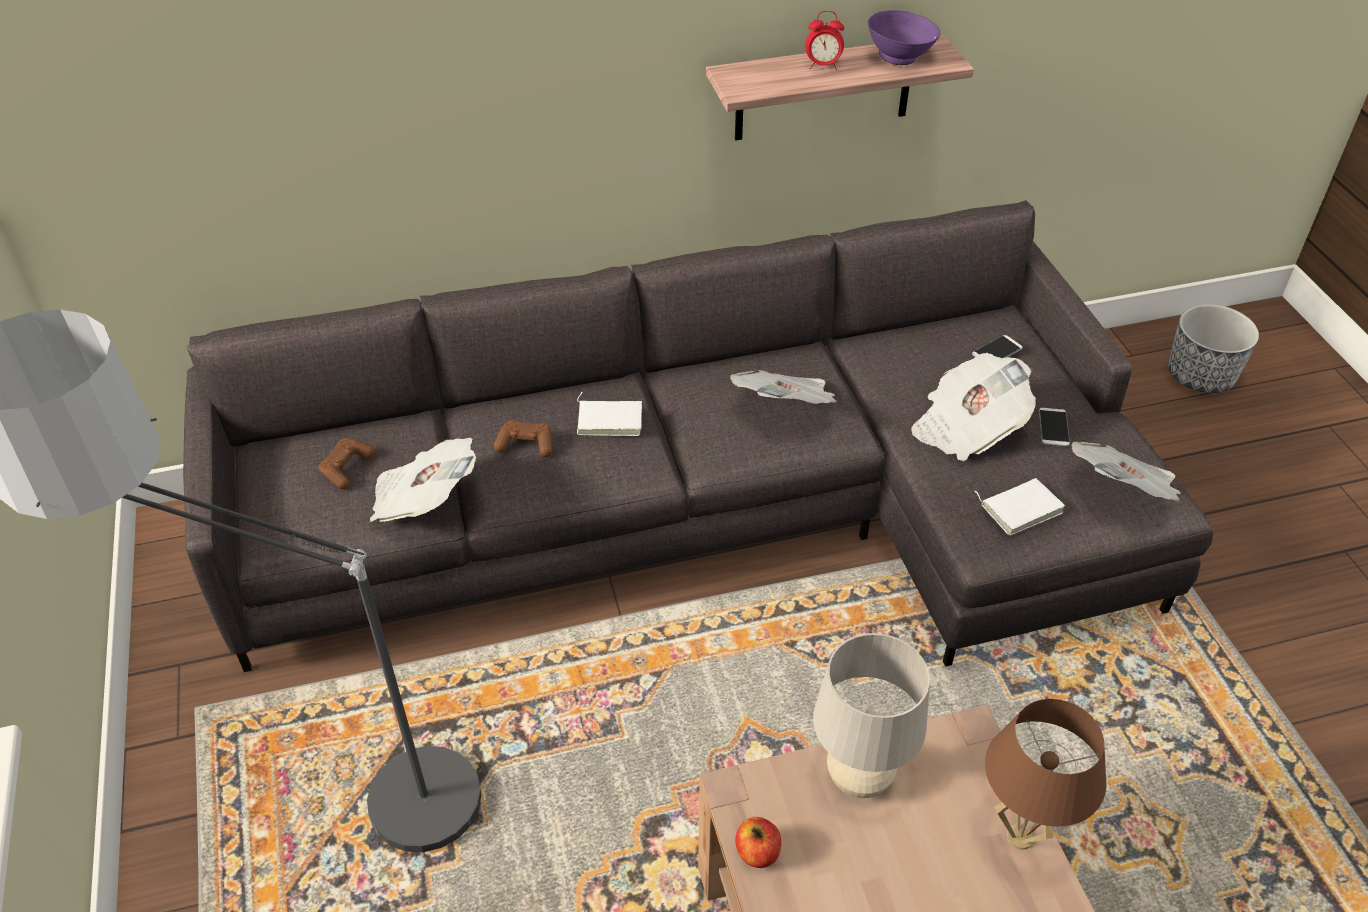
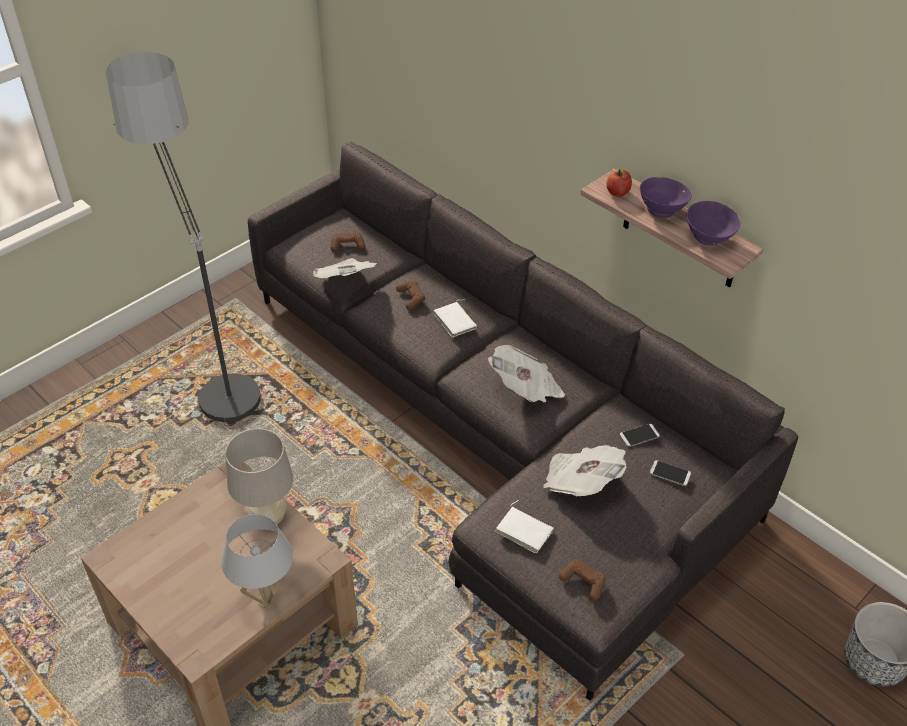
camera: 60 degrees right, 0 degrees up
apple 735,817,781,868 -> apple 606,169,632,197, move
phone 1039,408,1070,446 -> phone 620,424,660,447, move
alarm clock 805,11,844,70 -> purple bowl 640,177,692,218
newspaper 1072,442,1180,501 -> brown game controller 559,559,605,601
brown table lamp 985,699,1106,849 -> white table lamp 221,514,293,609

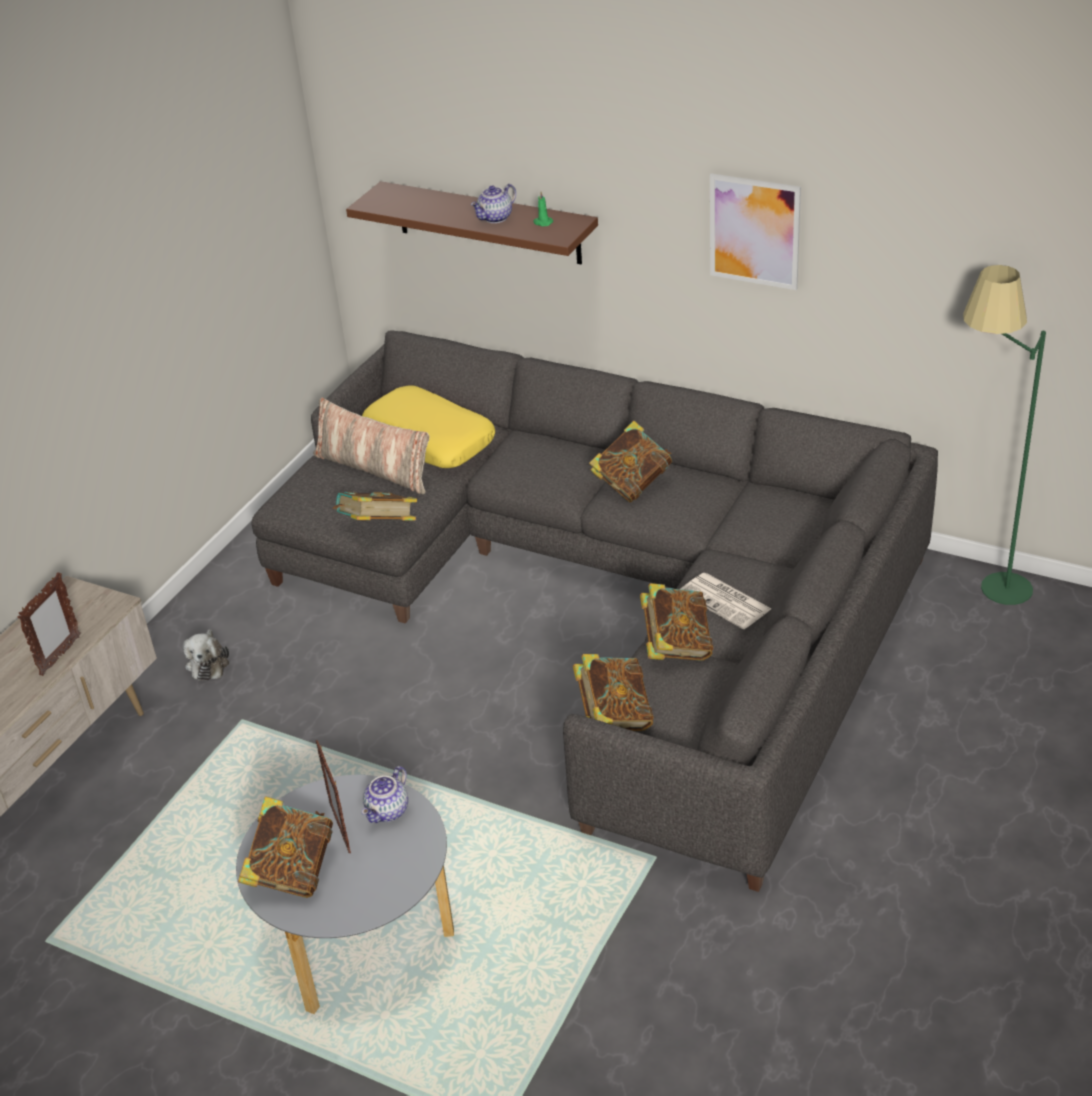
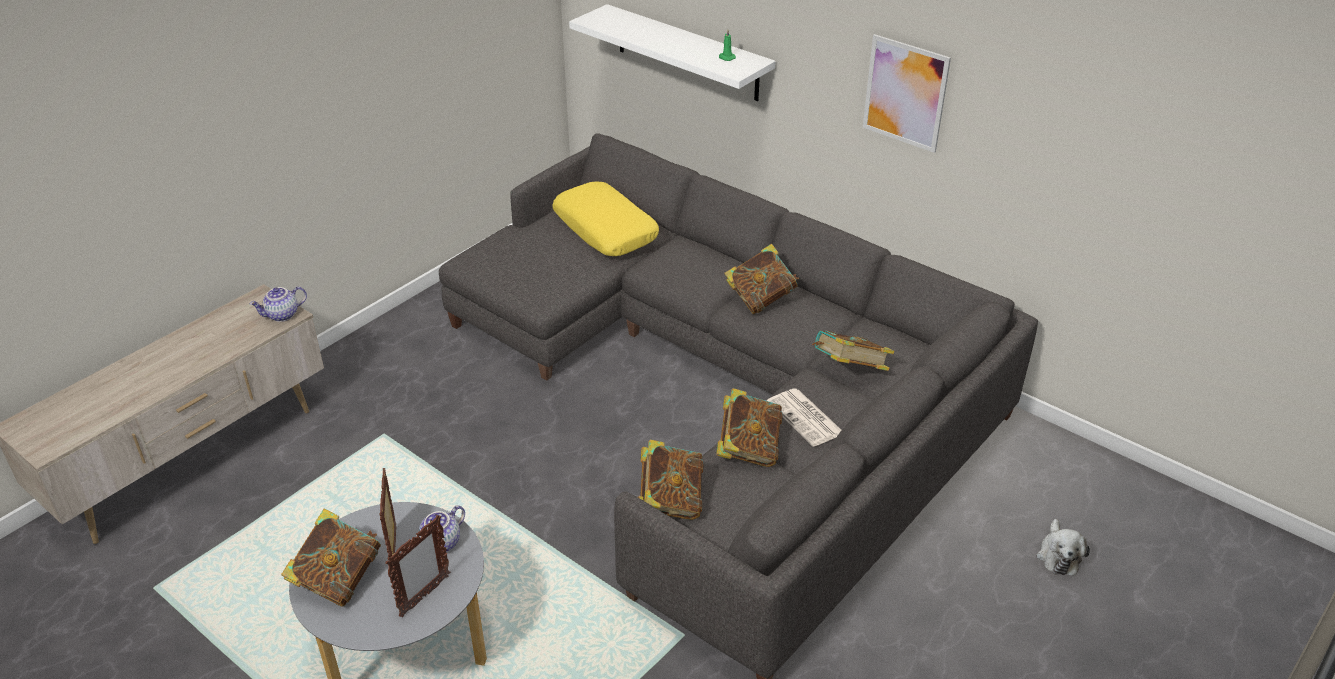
camera: 10 degrees right, 0 degrees up
pillow 313,398,429,494 -> none
green floor lamp 963,265,1046,605 -> none
picture frame 17,572,81,676 -> picture frame 385,515,450,617, move
plush toy 183,629,229,681 -> plush toy 1036,519,1090,576, move
book 332,491,417,521 -> book 812,331,894,371, move
teapot 471,184,516,223 -> teapot 250,287,307,322, move
brown shelf 346,181,598,264 -> white shelf 569,4,776,101

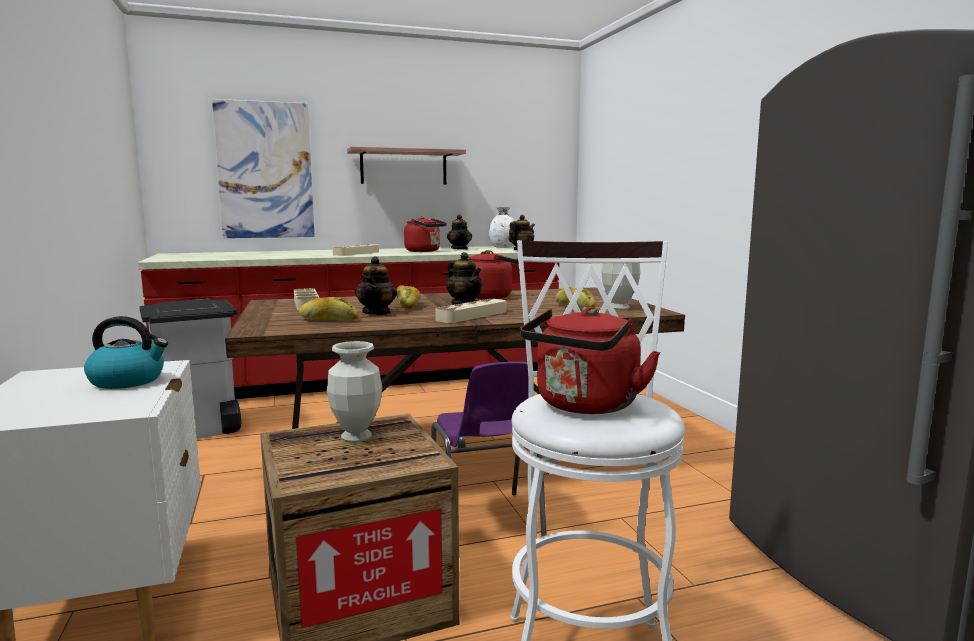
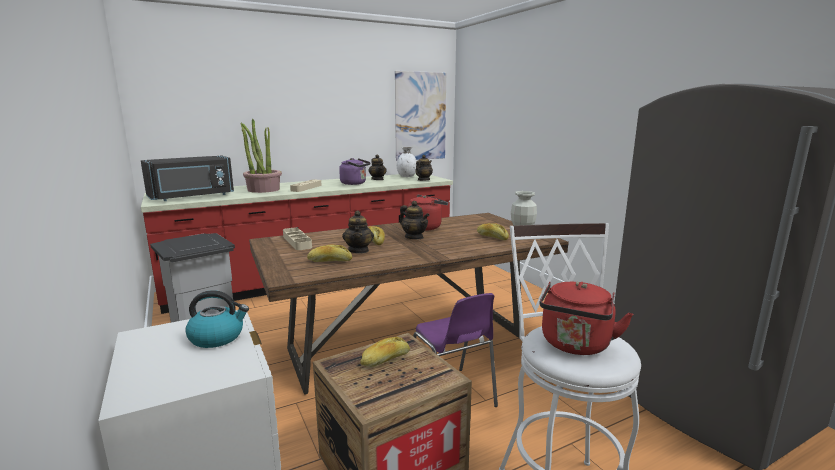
camera: 10 degrees left, 5 degrees up
shelf 347,147,466,185 -> none
beige tray 435,299,506,323 -> none
none -> black microwave 141,156,234,201
none -> potted plant 241,119,282,193
picture 212,99,315,238 -> picture 395,71,446,161, move
vase 327,341,382,443 -> bread 360,337,410,367
red kettle 404,216,447,252 -> purple kettle 339,158,371,185

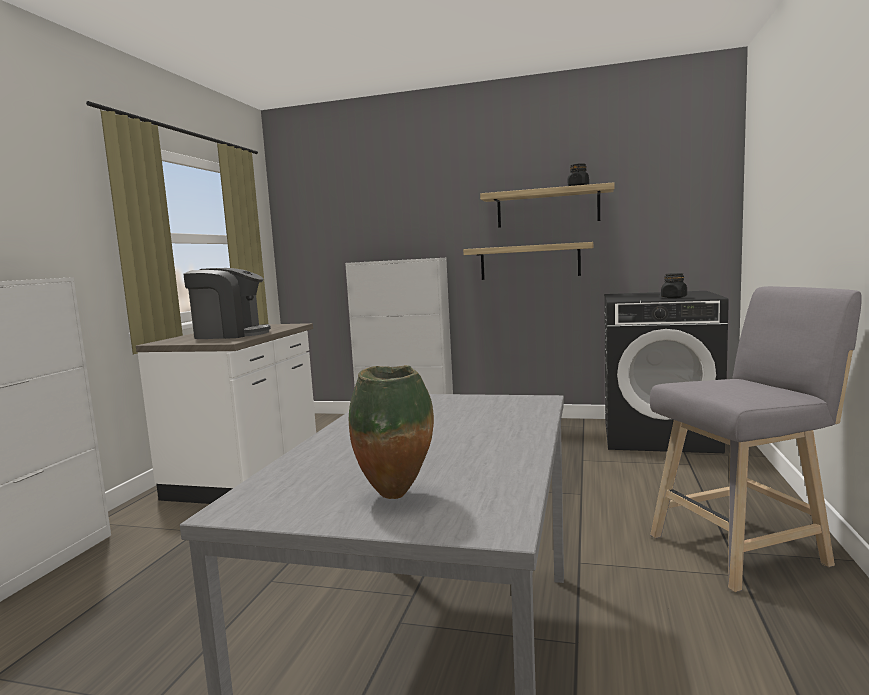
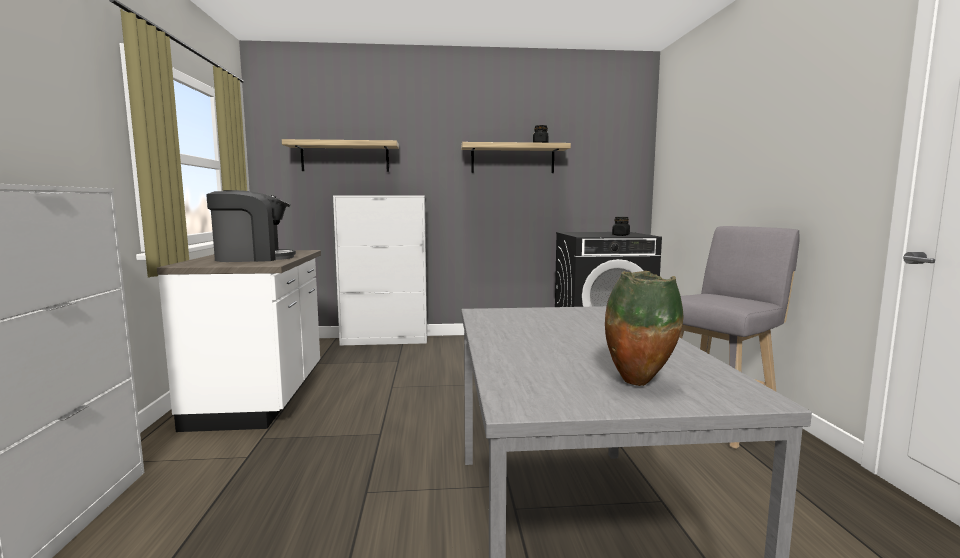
camera: 20 degrees left, 0 degrees up
shelf 463,242,593,280 -> shelf 282,139,399,172, move

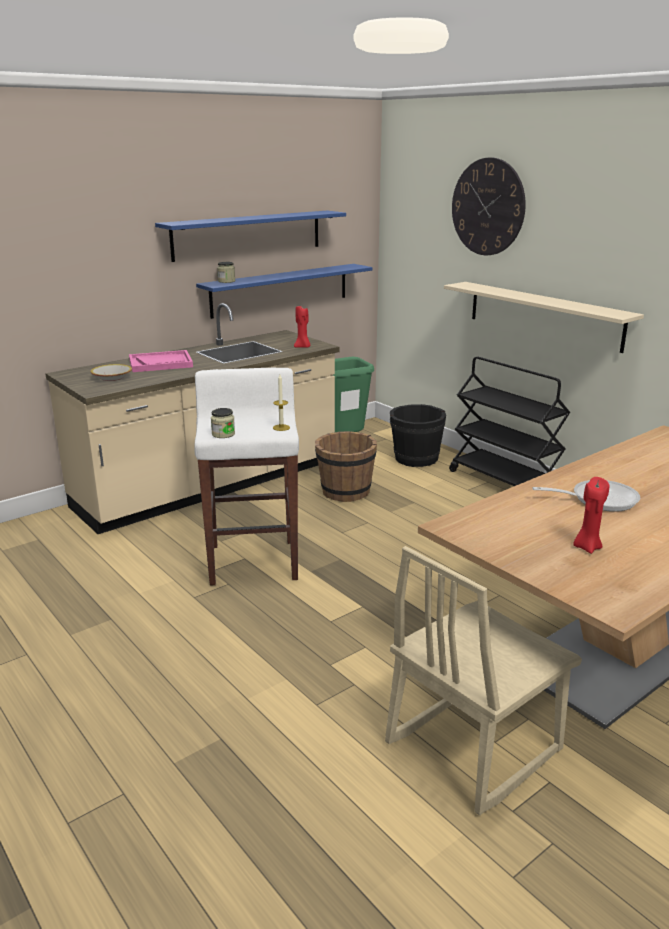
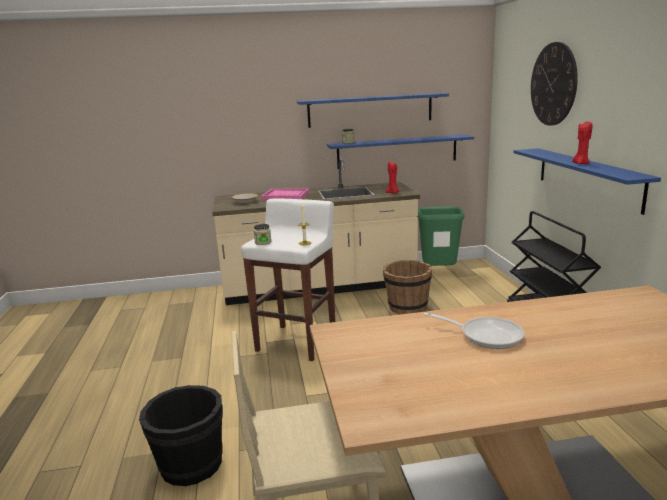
camera: 30 degrees right, 5 degrees down
black bucket 390,404,446,467 -> black bucket 139,385,223,486, move
red candle 573,477,609,554 -> red candle 572,122,593,164, move
beige shelf 444,282,644,353 -> blue shelf 513,148,661,215

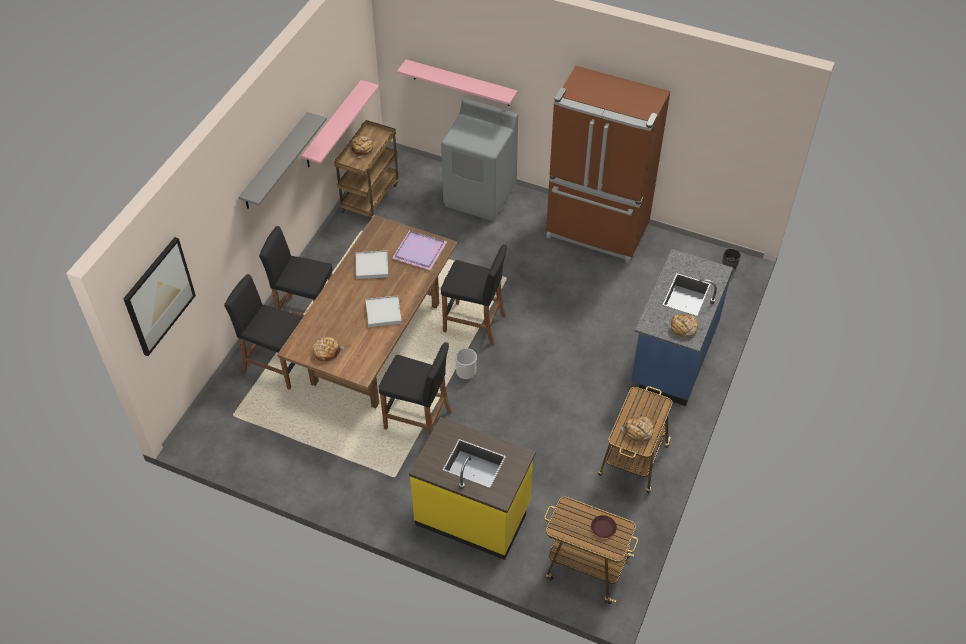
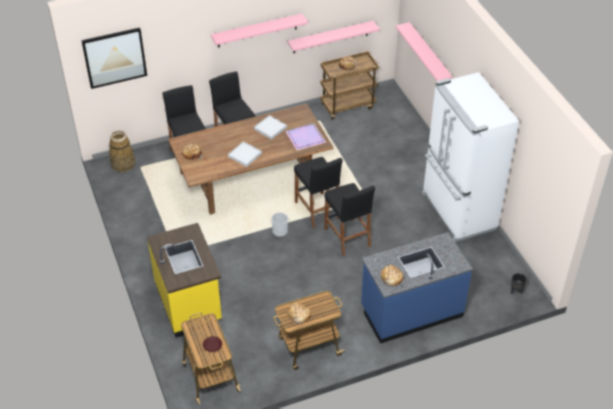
camera: 45 degrees right, 5 degrees down
grey washing machine 441,99,518,221 -> none
none -> basket 110,131,135,172
black stool 379,342,452,435 -> black stool 324,183,375,257, move
grey shelf 239,112,327,209 -> pink shelf 211,14,308,48
brown fridge 546,66,670,263 -> white fridge 422,72,519,242

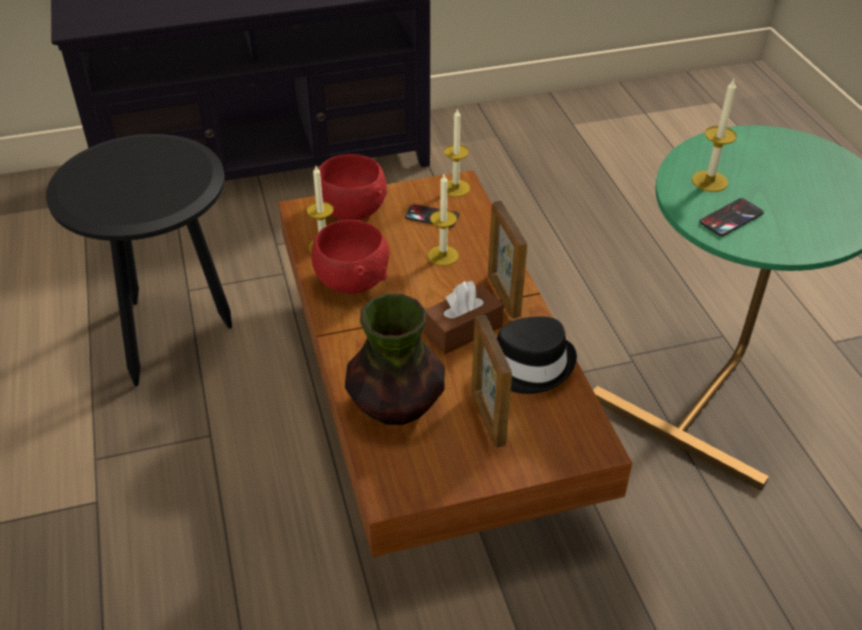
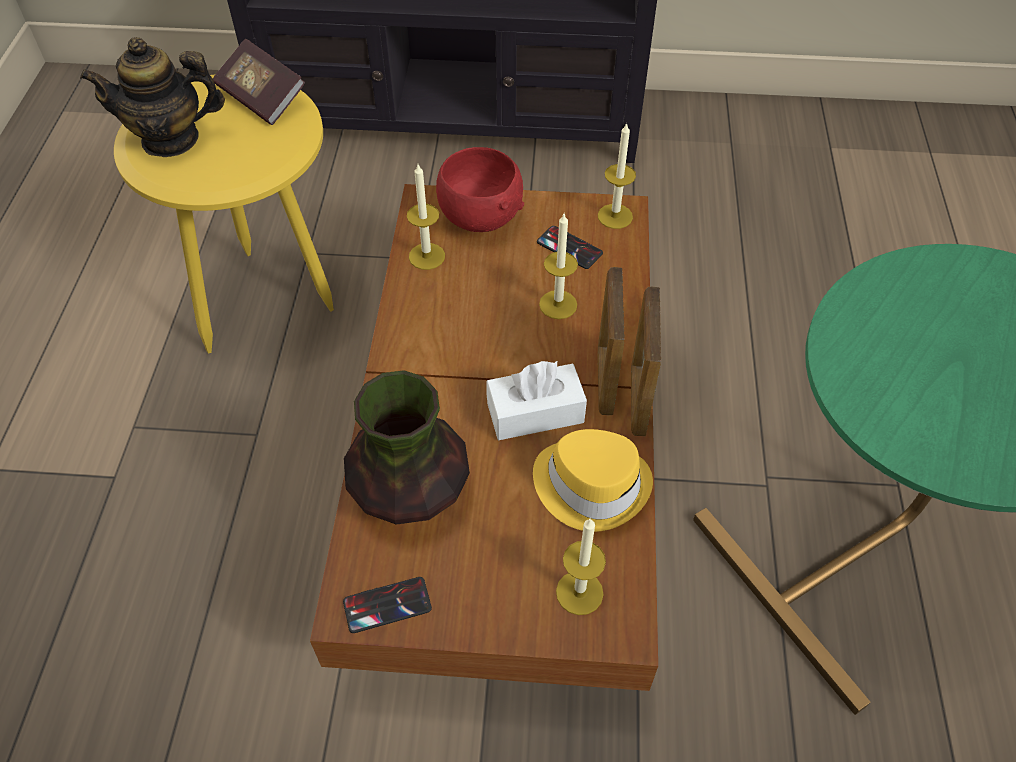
camera: 20 degrees right, 10 degrees up
red bowl 311,220,390,294 -> none
none -> teapot 80,37,225,157
none -> book 213,39,305,125
picture frame 471,315,512,448 -> picture frame 631,287,661,436, move
candle 692,79,737,192 -> candle 556,518,606,615, move
phone 699,198,764,236 -> phone 343,577,432,633, move
black side table 46,134,232,387 -> yellow side table 114,74,334,354
brown tissue box 423,281,504,355 -> white tissue box 487,361,587,440
black hat 497,316,577,394 -> yellow hat 533,429,653,532

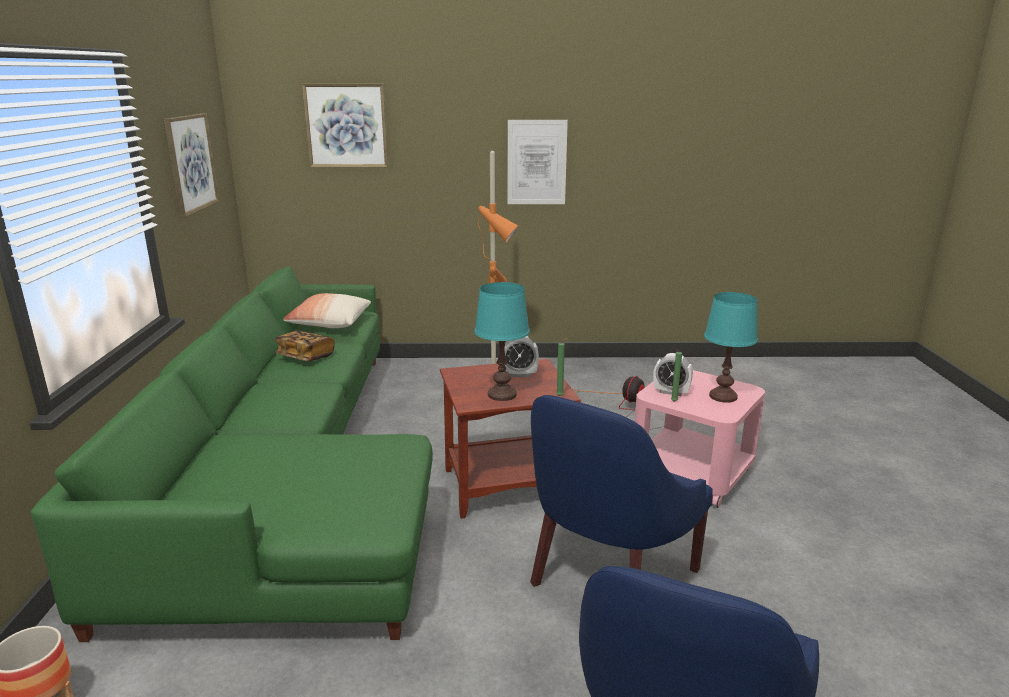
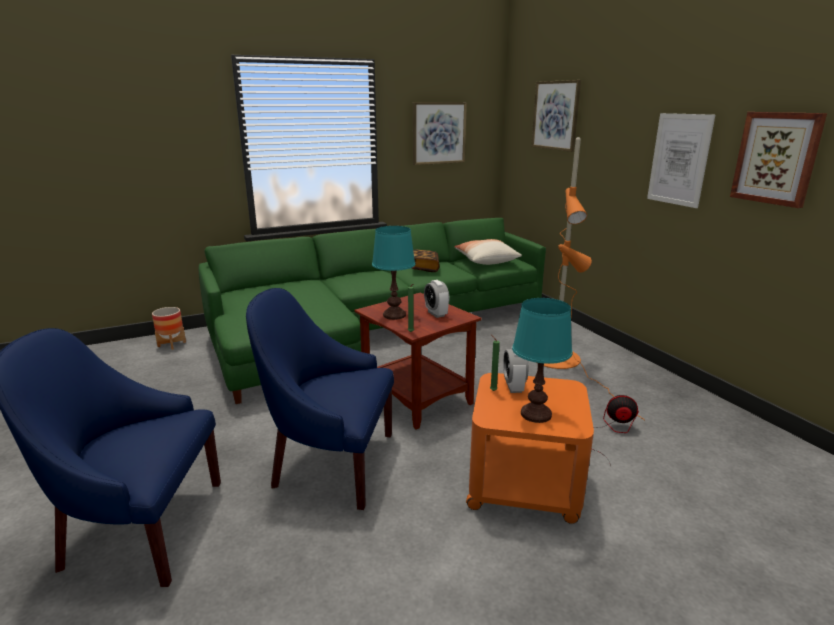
camera: 65 degrees right, 0 degrees up
none -> picture 730,112,827,208
pink side table 635,370,765,508 -> orange side table 466,373,594,524

